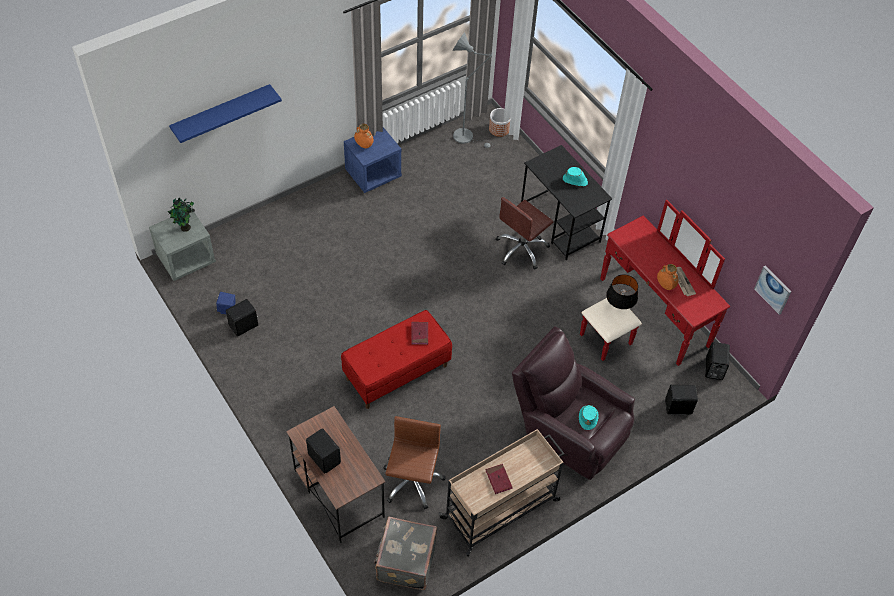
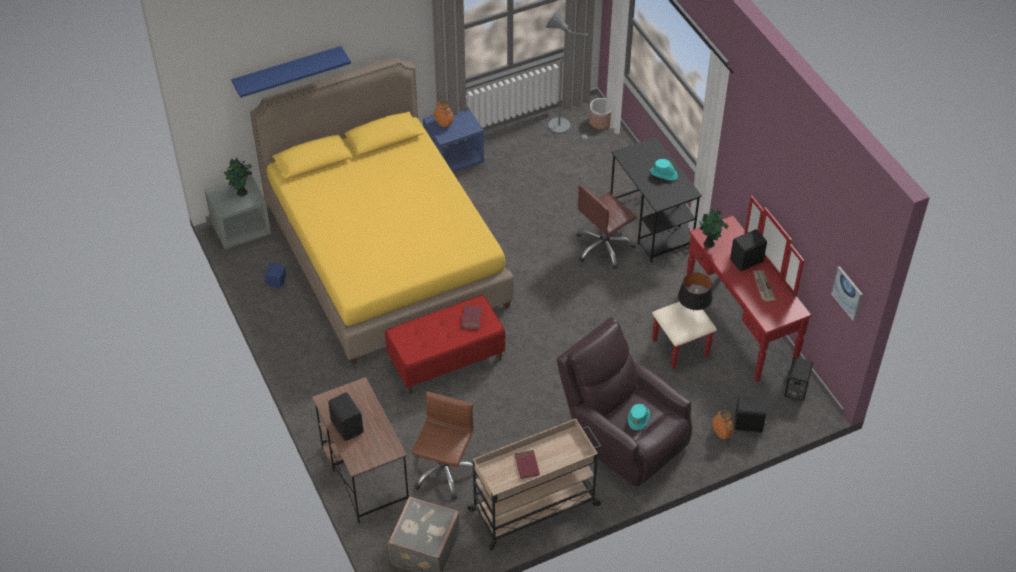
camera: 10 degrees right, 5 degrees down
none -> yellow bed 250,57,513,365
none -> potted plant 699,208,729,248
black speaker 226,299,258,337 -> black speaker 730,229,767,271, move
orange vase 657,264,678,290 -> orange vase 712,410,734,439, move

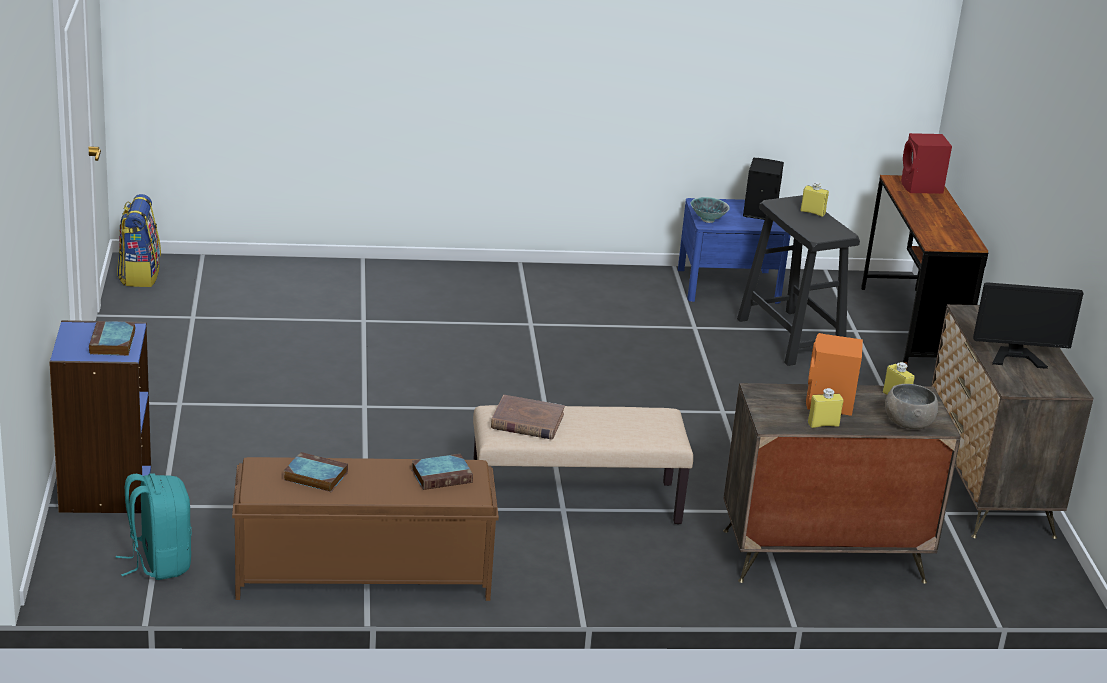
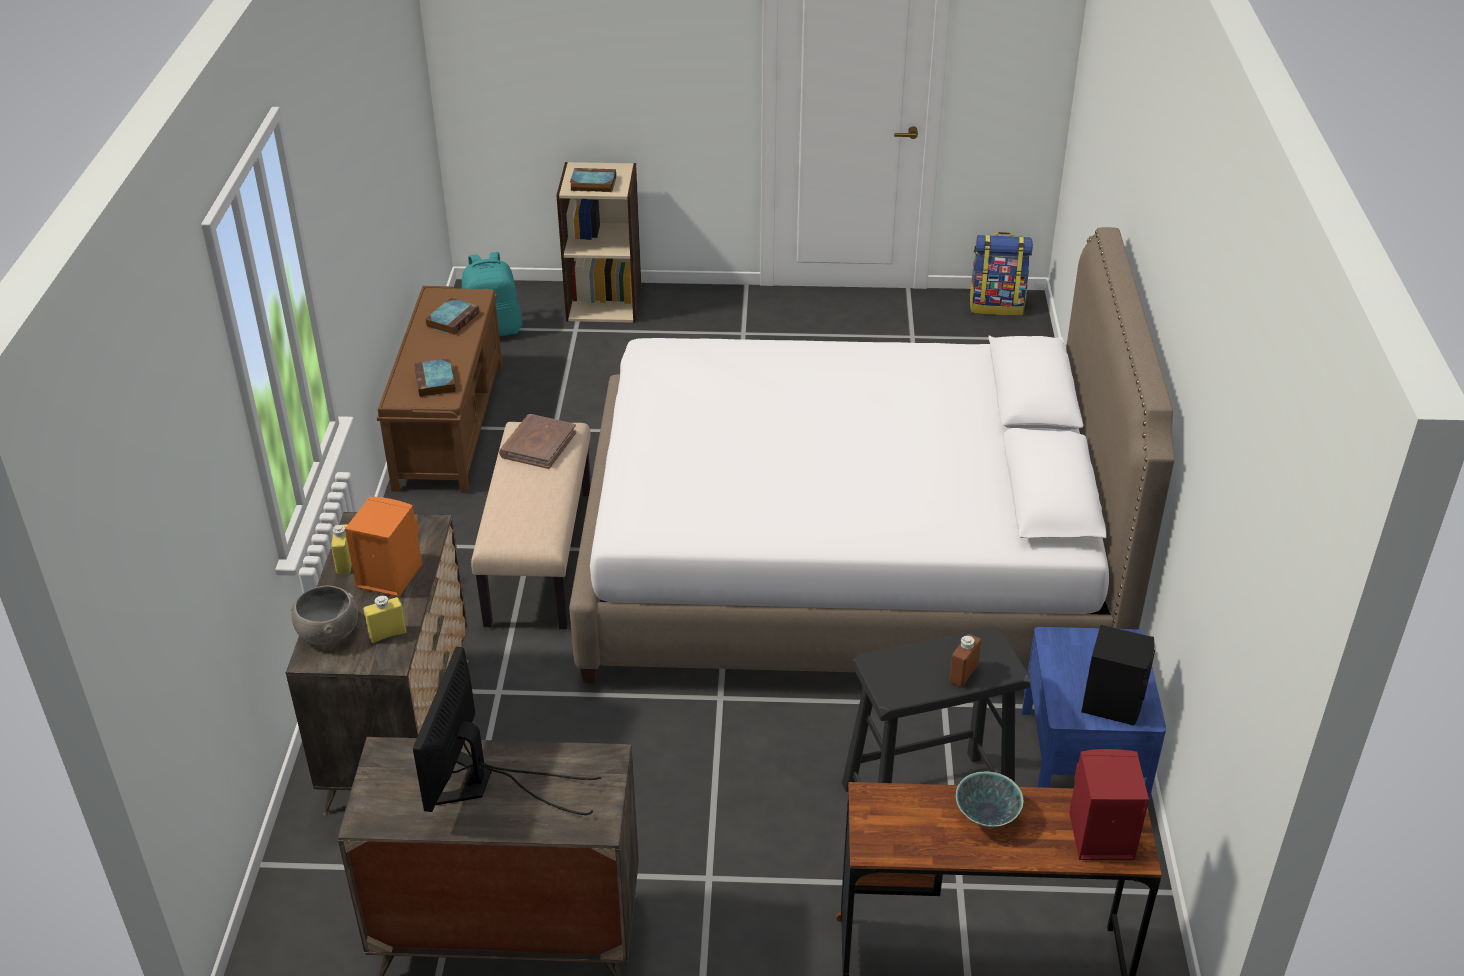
camera: 100 degrees right, 10 degrees up
none -> white bed 569,227,1174,683
bowl 691,197,730,223 -> bowl 956,772,1023,827, move
blue bookcase 49,320,151,513 -> beige bookcase 556,162,641,323
yellow bottle 801,182,829,217 -> brown bottle 949,634,981,687

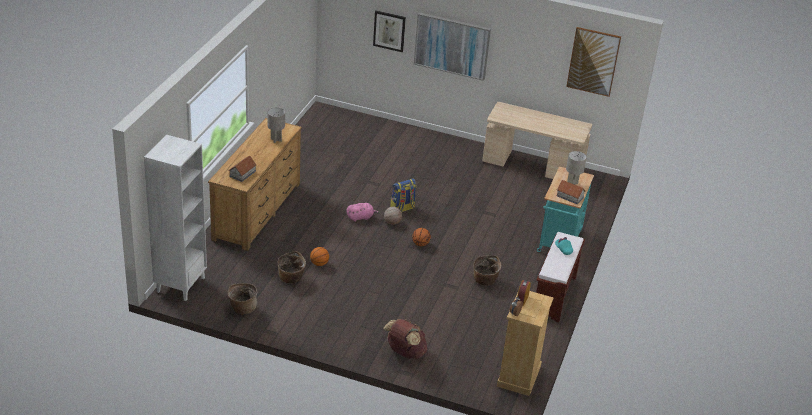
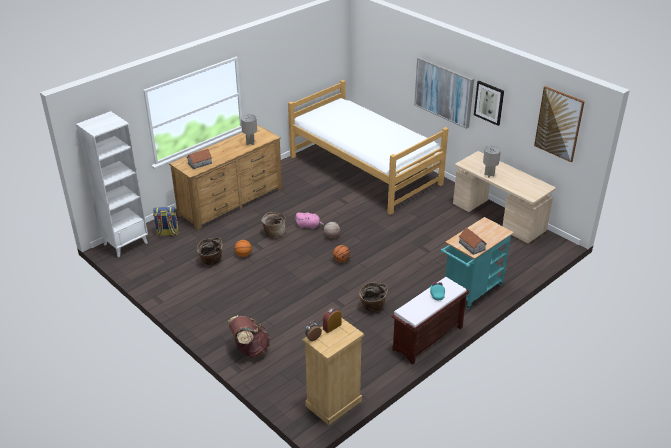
camera: 30 degrees right, 0 degrees up
none -> bed 288,80,448,215
basket 227,283,257,315 -> basket 261,212,285,238, move
picture 373,10,406,52 -> picture 474,81,504,126, move
backpack 390,178,416,213 -> backpack 153,207,178,236, move
grey table lamp 566,151,587,185 -> grey table lamp 483,146,501,178, move

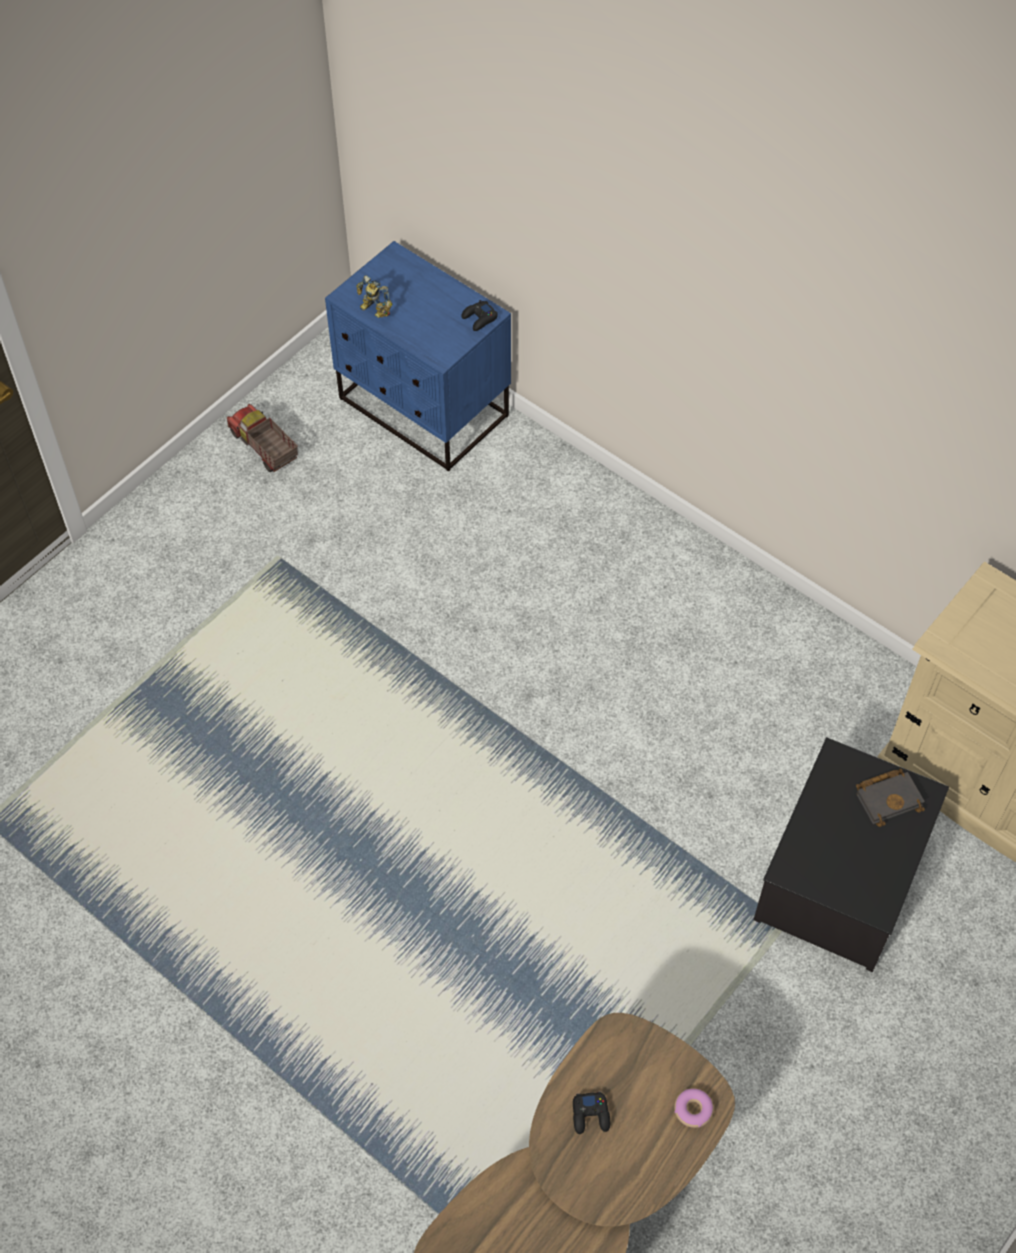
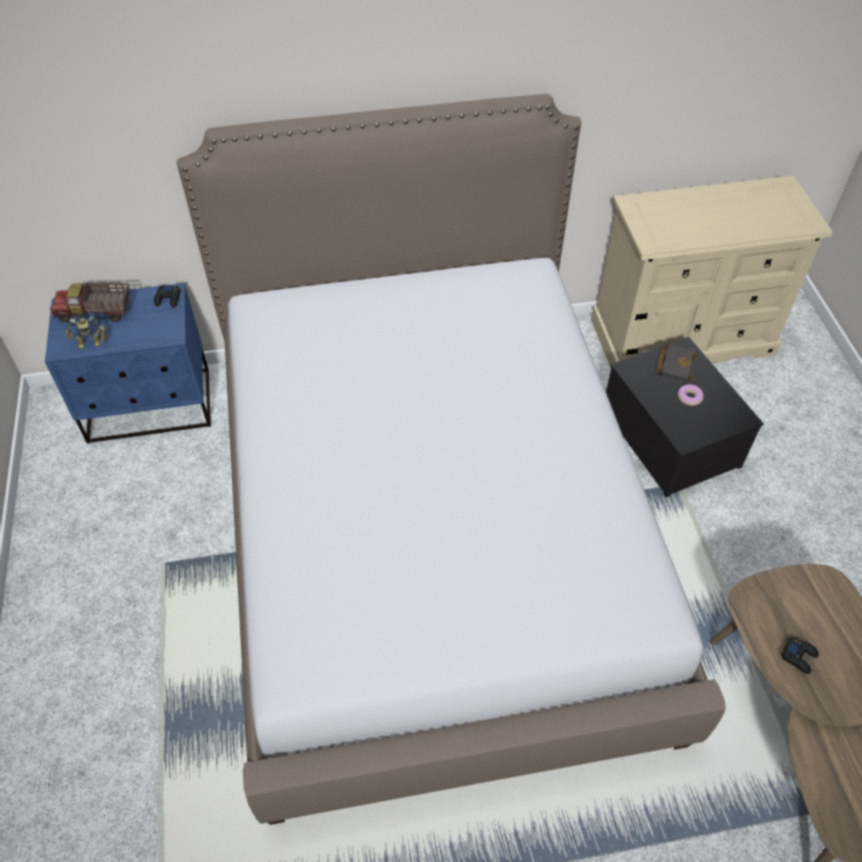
camera: 50 degrees left, 5 degrees down
none -> bed 177,94,726,825
toy truck 227,404,298,472 -> toy truck 50,283,130,322, move
donut 674,1088,714,1128 -> donut 677,384,704,406, move

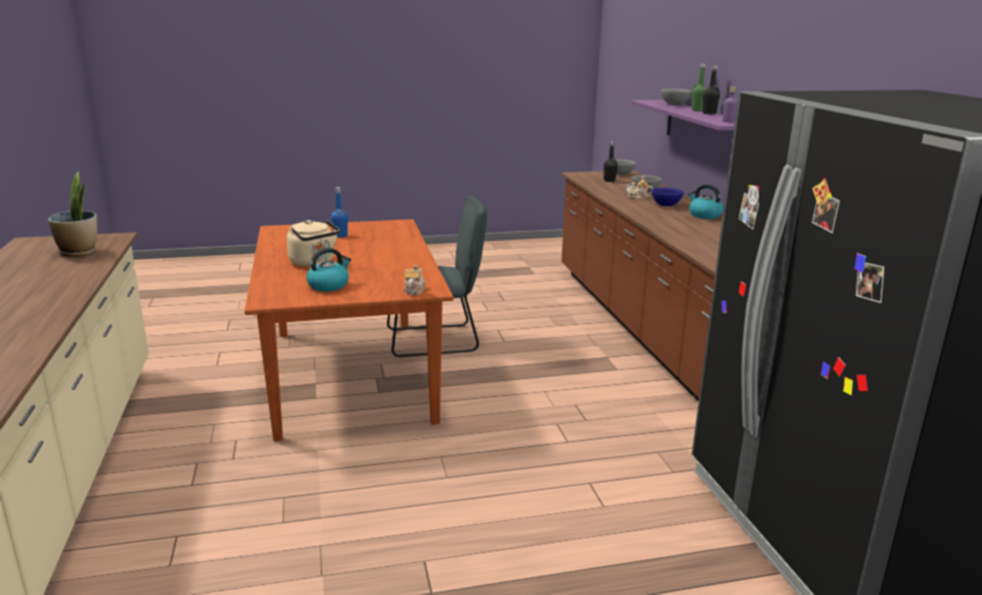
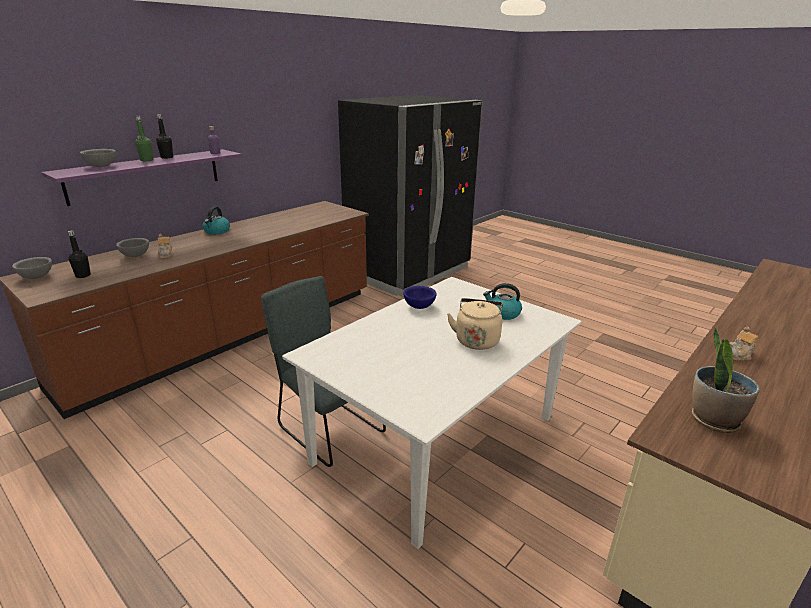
camera: 125 degrees left, 5 degrees up
blue bottle 331,187,348,237 -> none
teapot 404,264,425,295 -> teapot 730,326,759,361, move
blue bowl 652,188,683,206 -> blue bowl 403,286,437,309, move
brown dining table 245,219,454,441 -> white dining table 282,277,581,549

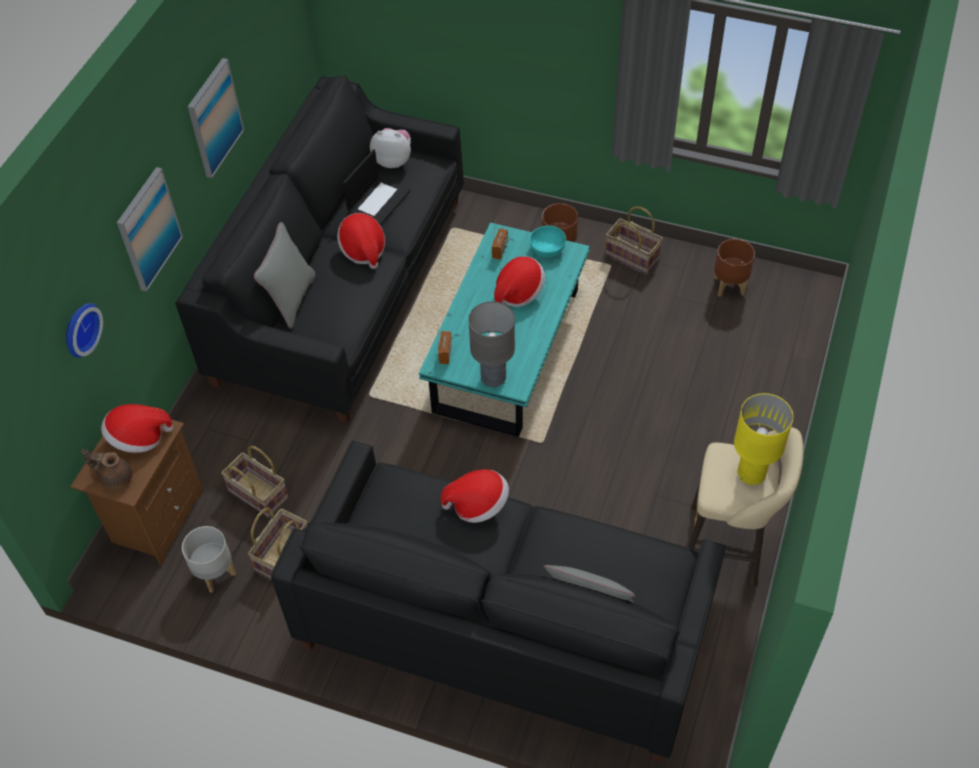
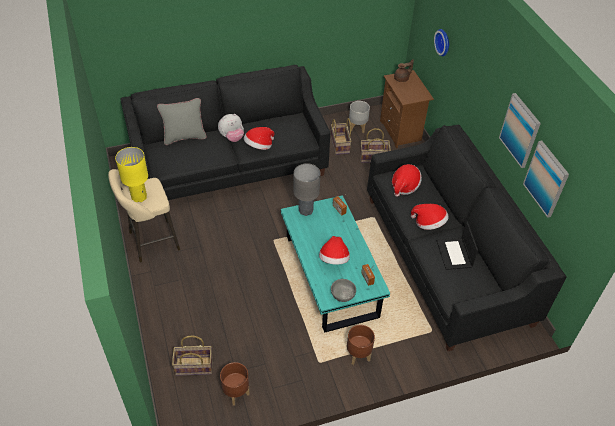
camera: 140 degrees right, 5 degrees down
grey pillow 254,222,315,328 -> none
hat 101,404,173,453 -> hat 392,164,422,197, move
picture 117,167,183,292 -> picture 523,141,569,218, move
plush toy 370,128,411,168 -> plush toy 218,114,244,142, move
basket 605,206,663,273 -> basket 172,335,213,376, move
turquoise bowl 529,226,566,258 -> grey bowl 331,279,356,302

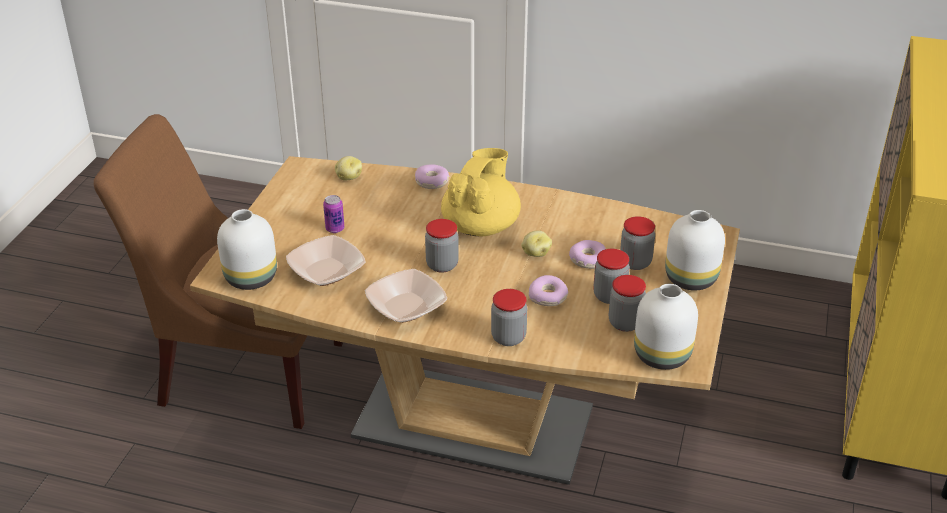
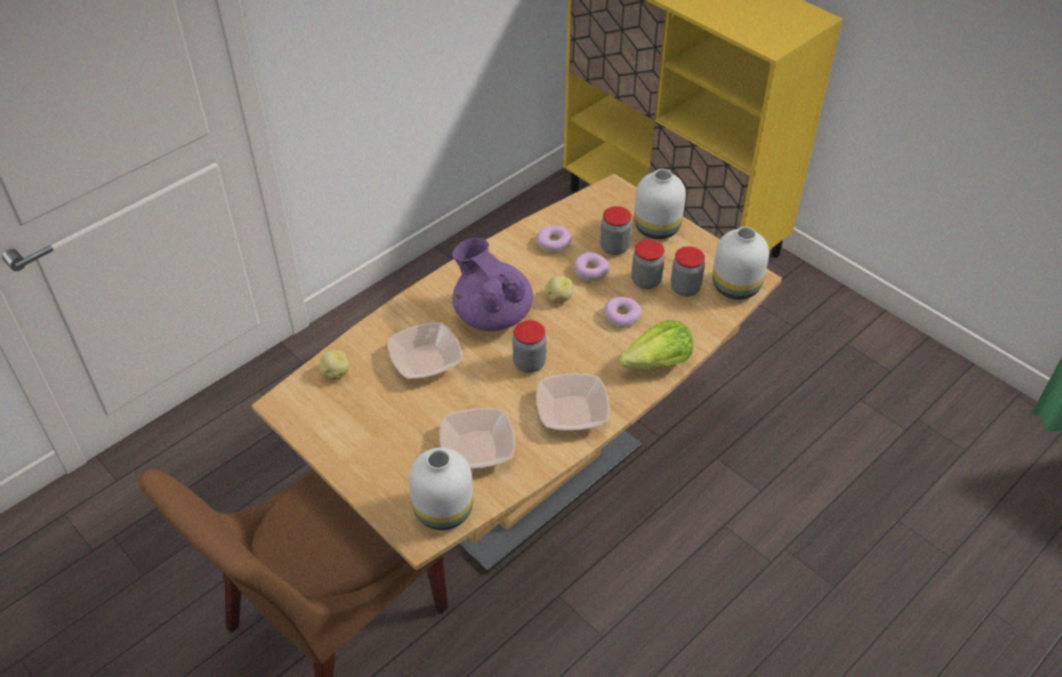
camera: 60 degrees left, 10 degrees up
can 323,195,344,233 -> none
none -> bowl 387,322,462,379
donut 415,164,450,189 -> donut 537,225,572,253, move
jar 491,289,527,346 -> lettuce 619,320,693,370
yellow teapot 441,148,521,236 -> purple teapot 452,238,533,331

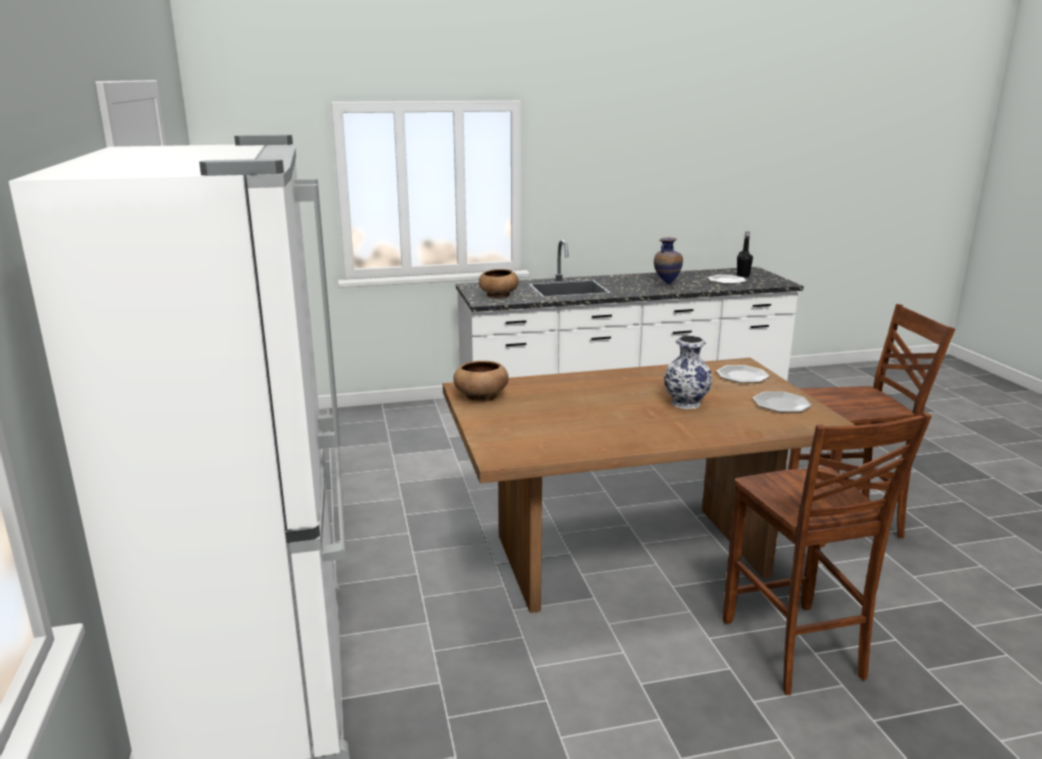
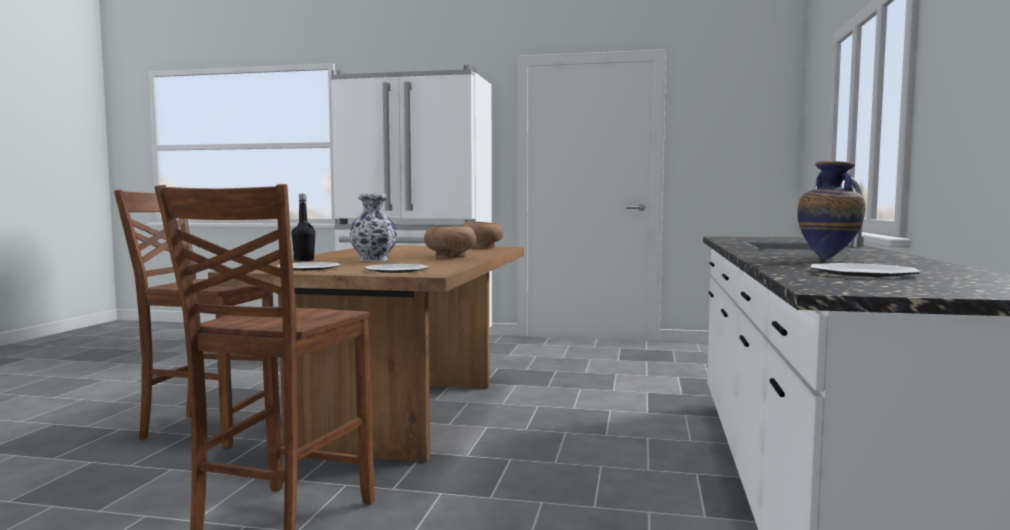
camera: 115 degrees right, 15 degrees down
brown bowl 479,269,519,298 -> brown bowl 424,226,476,258, move
black bottle 737,232,753,277 -> black bottle 291,194,315,261, move

